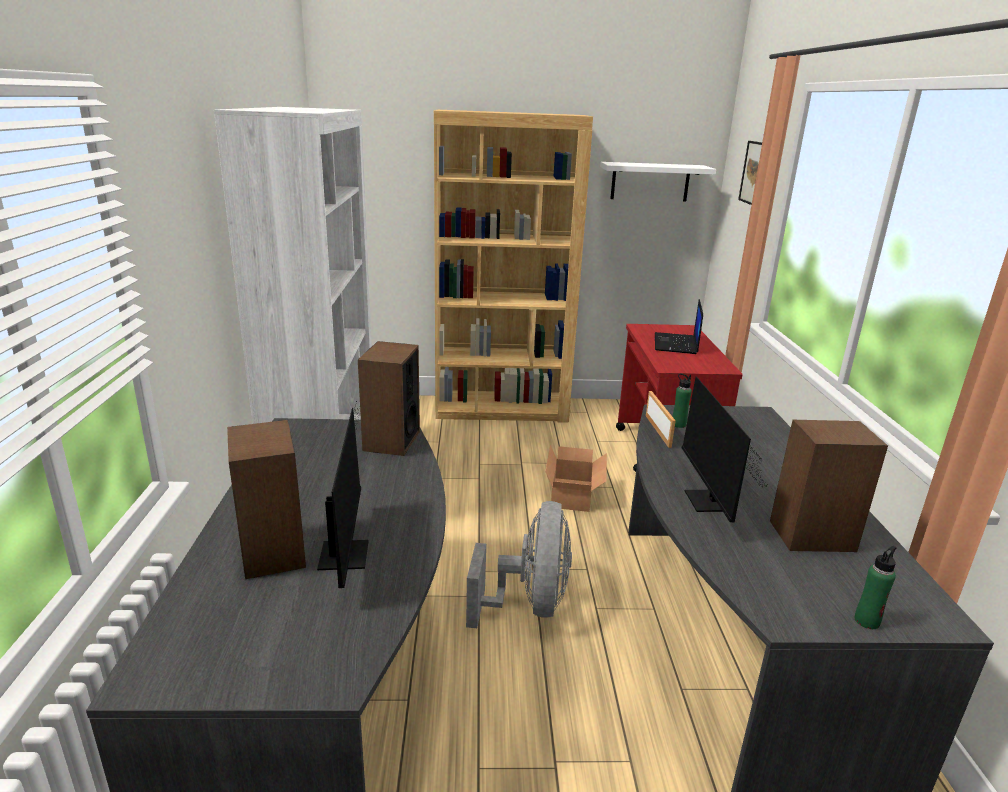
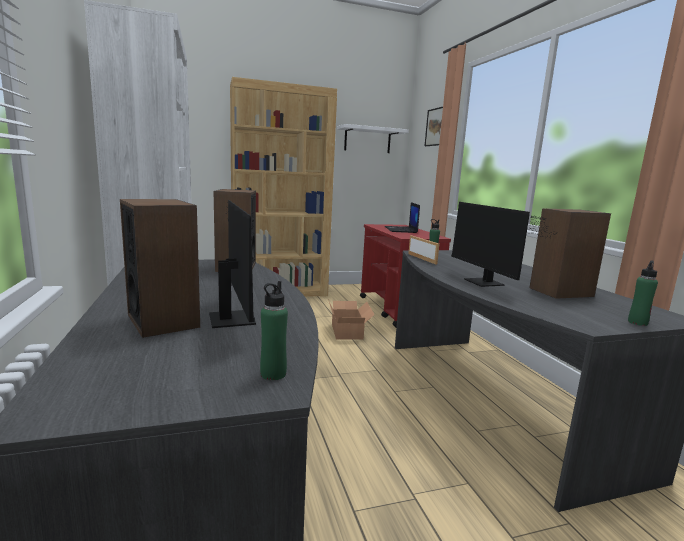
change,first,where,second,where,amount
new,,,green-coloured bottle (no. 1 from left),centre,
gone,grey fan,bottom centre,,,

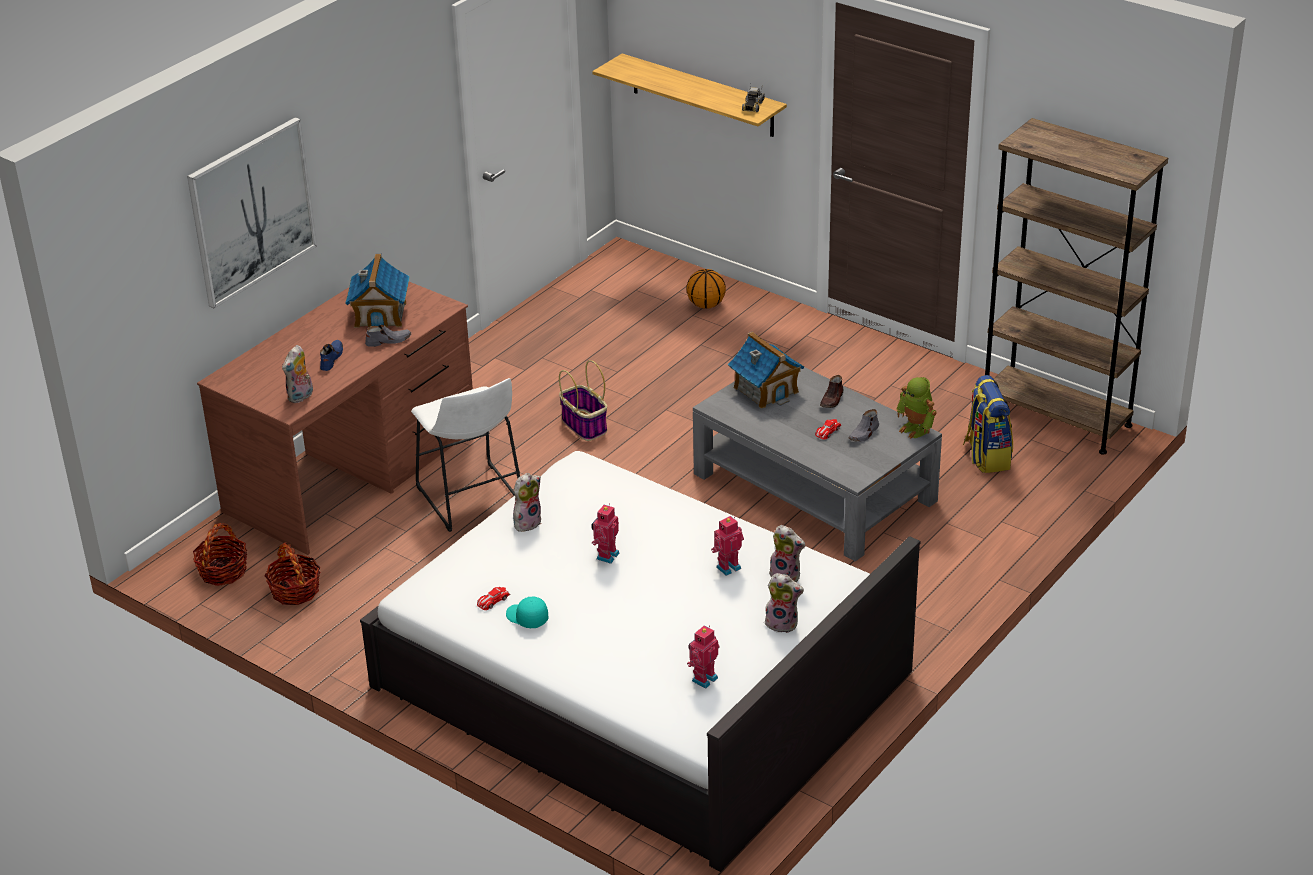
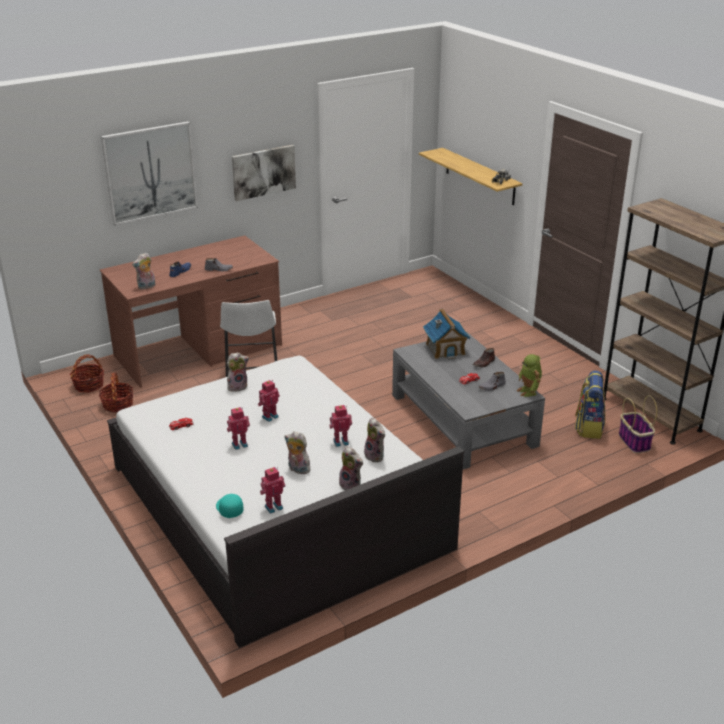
change,first,where,second,where,amount
shifted,blue-green cap,bottom centre,,bottom left,
new,,,model robot (no. 1 from left),middle left,
new,,,picture (no. 2 from left),top centre,
new,,,cuddly toy (no. 3 from left),centre,
shifted,storage basket (no. 3 from left),centre,,middle right,
gone,miniature house (no. 1 from left),top left,,,
gone,basketball ball,top centre,,,

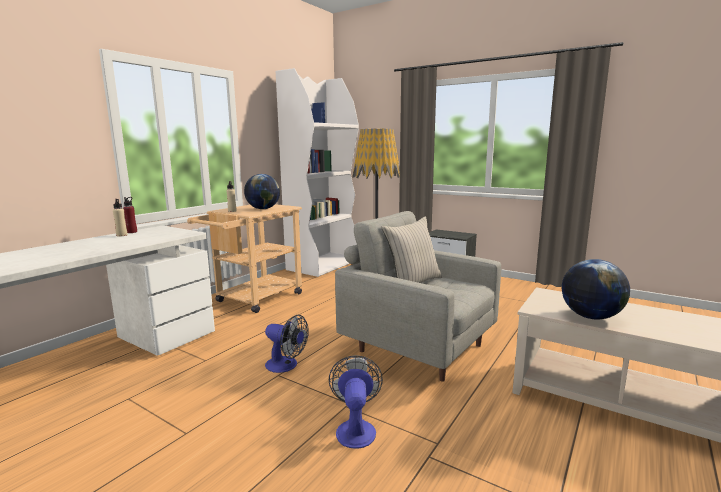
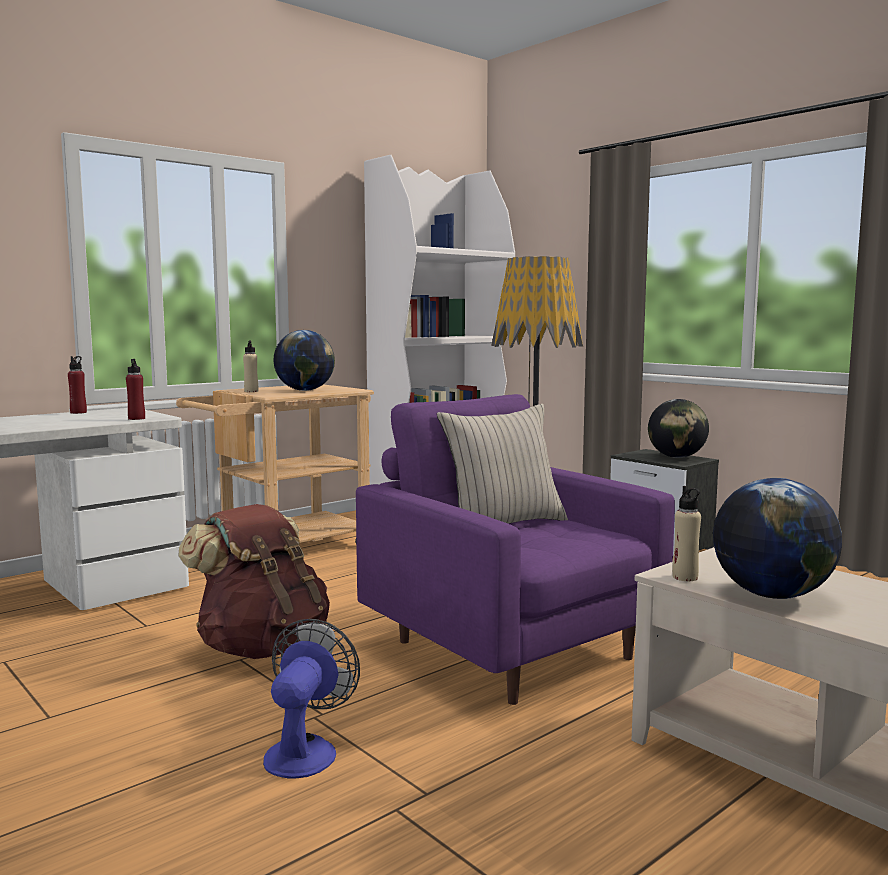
change,first,where,second,where,amount
new,,,red-coloured bottle (no. 2 from left),middle left,
swapped,fan (no. 1 from left),bottom centre,brown rucksack,middle left,
repainted,grey lounge chair,centre,purple-coloured lounge chair,centre,
new,,,desk globe (no. 2 from left),middle right,
shifted,beige-coloured bottle (no. 1 from left in the first image),middle left,beige-coloured bottle (no. 2 from left),middle right,

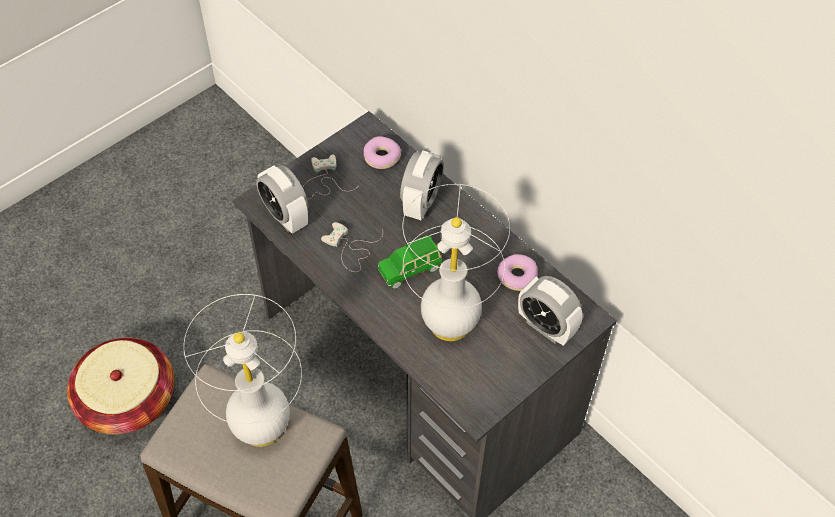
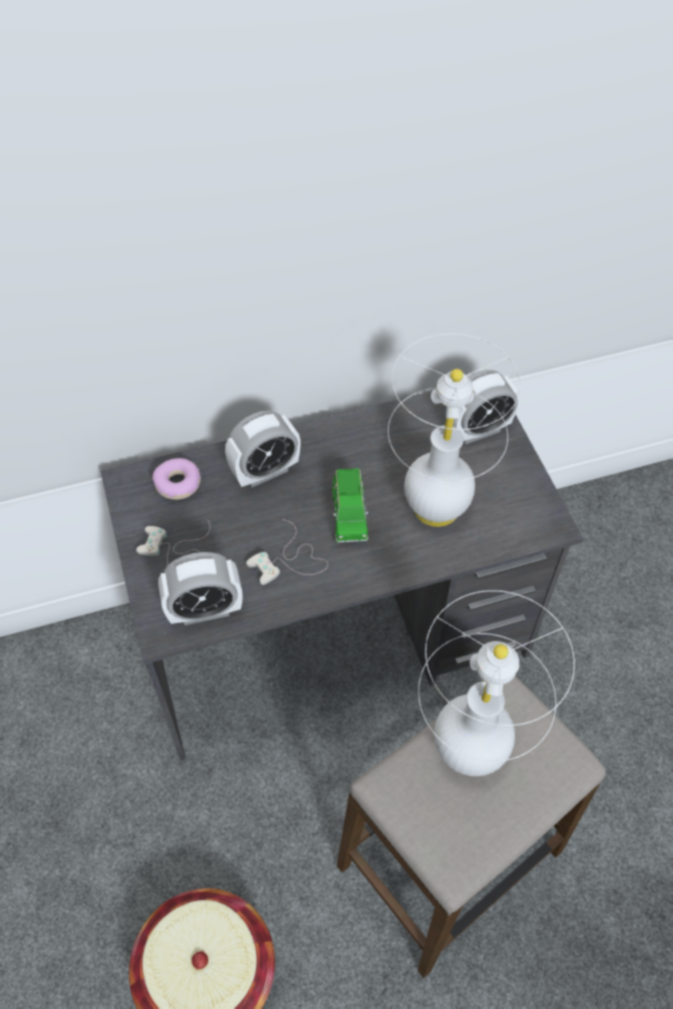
change,first,where,second,where,amount
rotated,alarm clock (no. 2 from left),centre,,centre,105 degrees clockwise
gone,doughnut (no. 2 from left),centre,,,

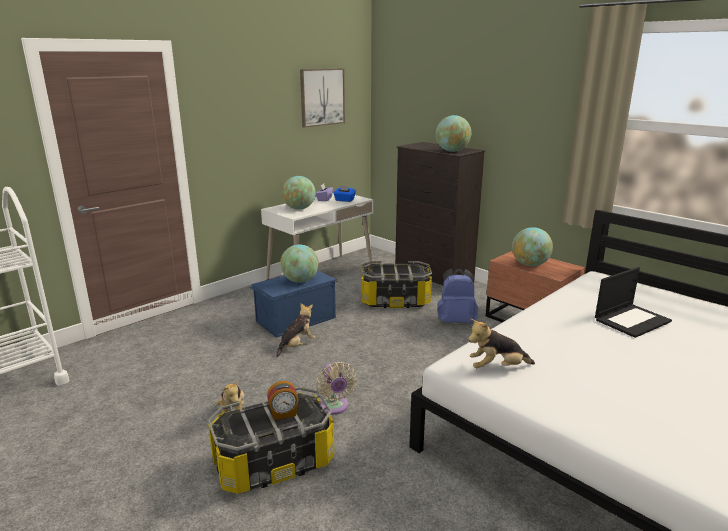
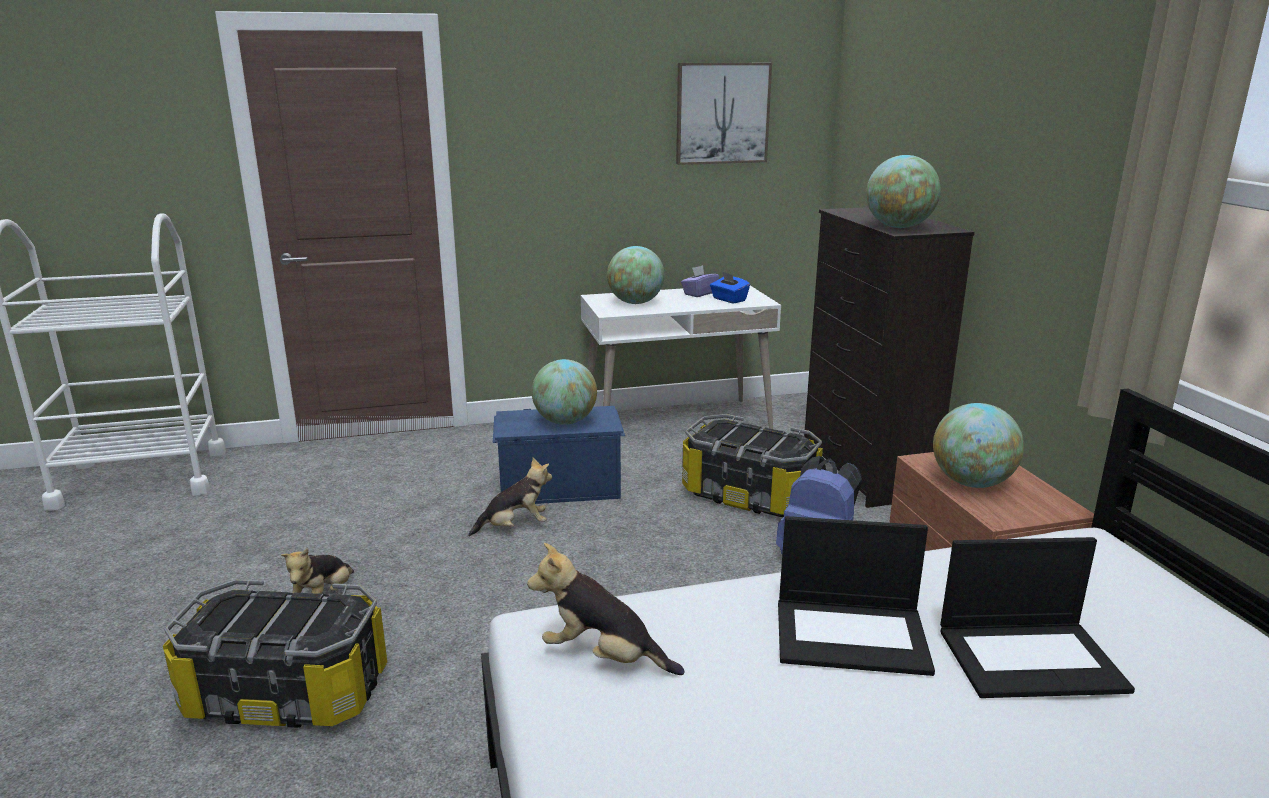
change,first,where,second,where,amount
new,,,portable computer (no. 1 from left),bottom right,
gone,alarm clock,bottom centre,,,
gone,beige-coloured fan,bottom centre,,,

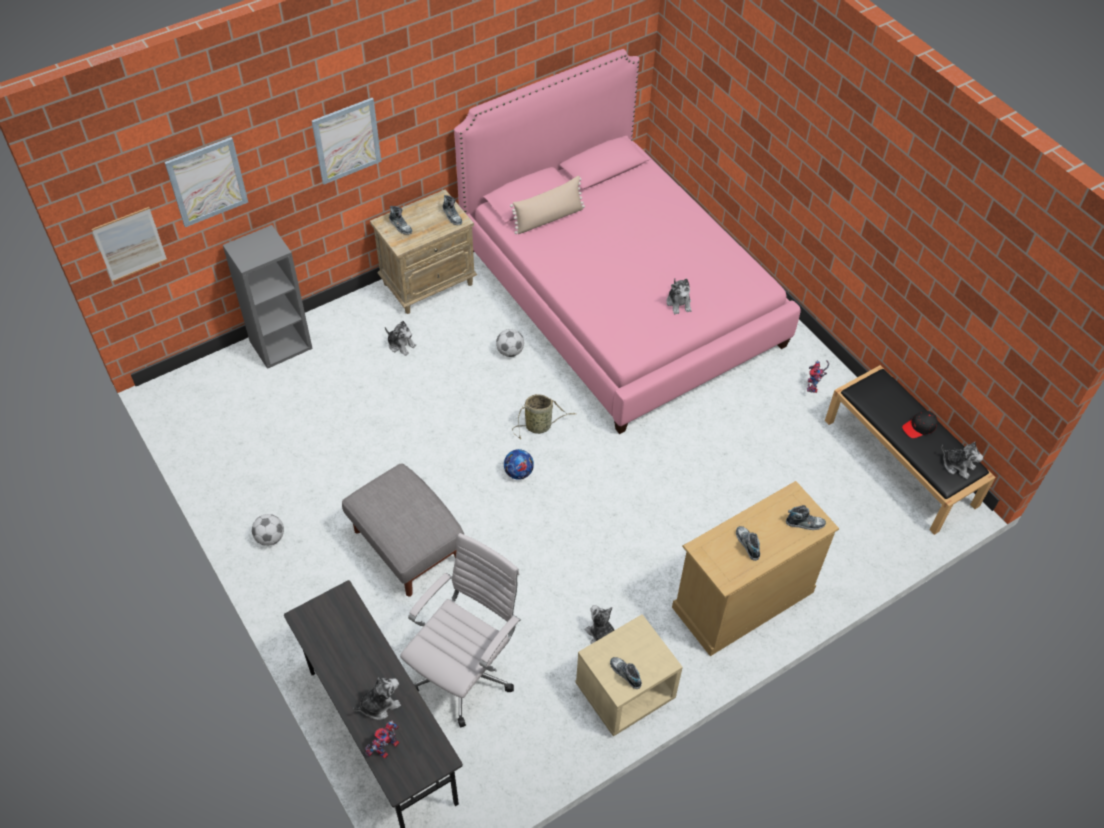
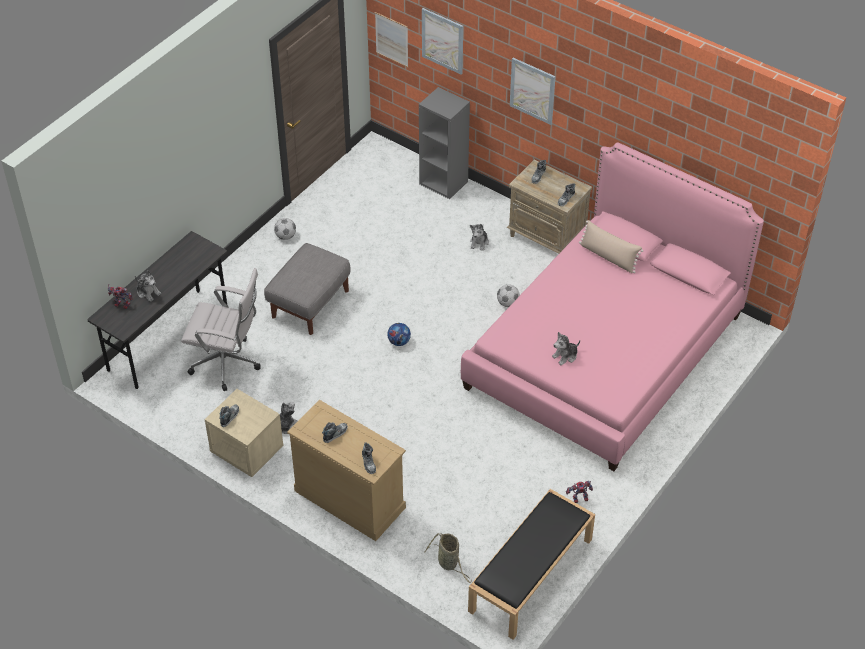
change,first,where,second,where,amount
shifted,storage basket,centre,,bottom centre,
gone,black cap,middle right,,,
gone,cuddly toy (no. 5 from left),middle right,,,

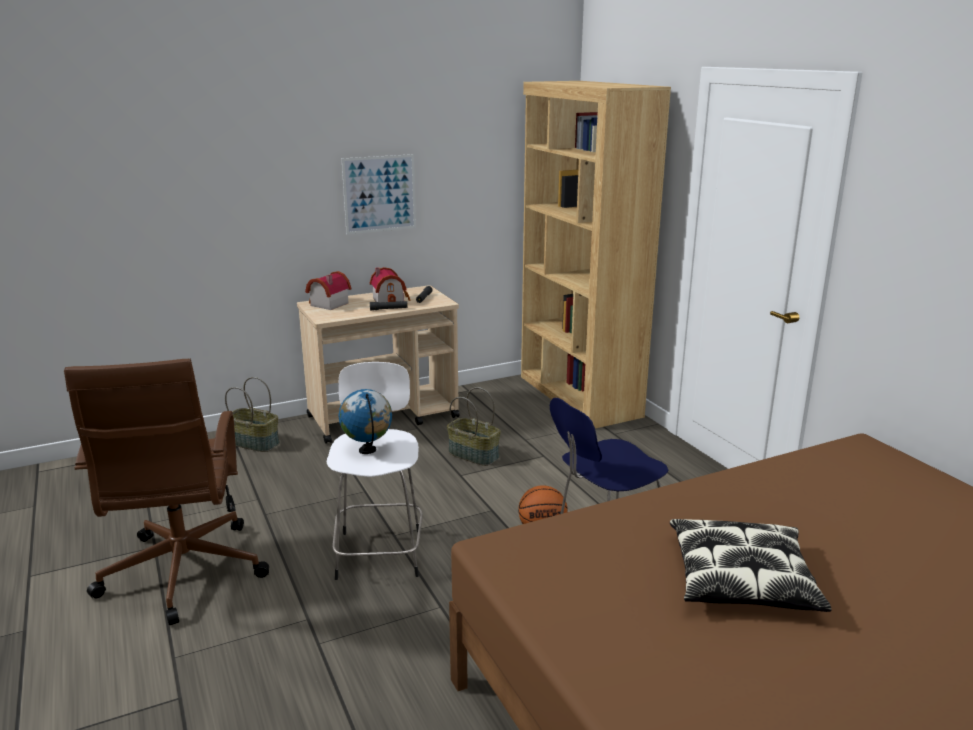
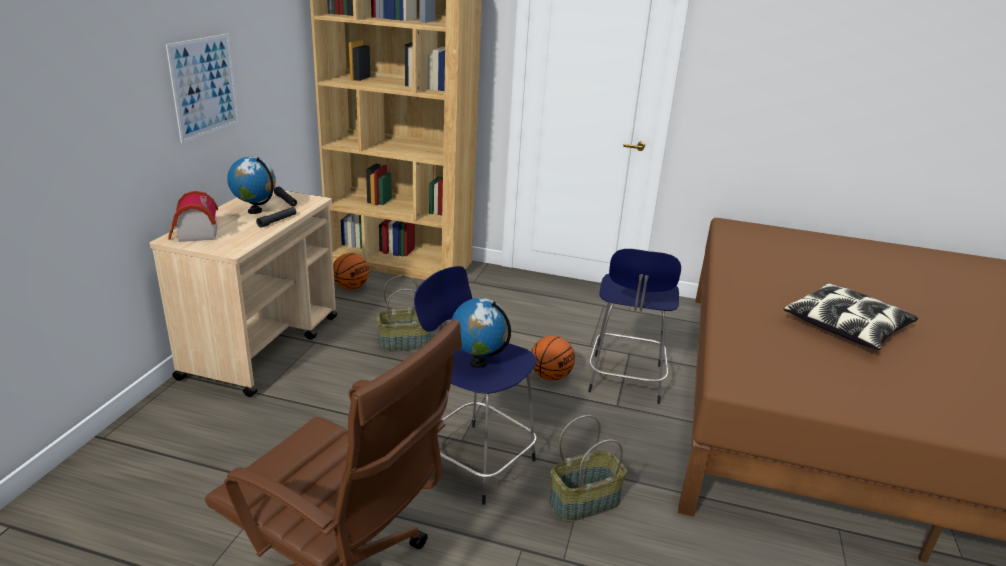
change,first,where,second,where,amount
swapped,miniature house (no. 2 from left),centre,desk globe (no. 1 from left),top left,
new,,,basketball ball (no. 1 from left),centre,
repainted,white stool seat,centre,blue stool seat (no. 1 from left),bottom centre,
shifted,storage basket (no. 1 from left in the first image),middle left,storage basket (no. 2 from left),bottom centre,

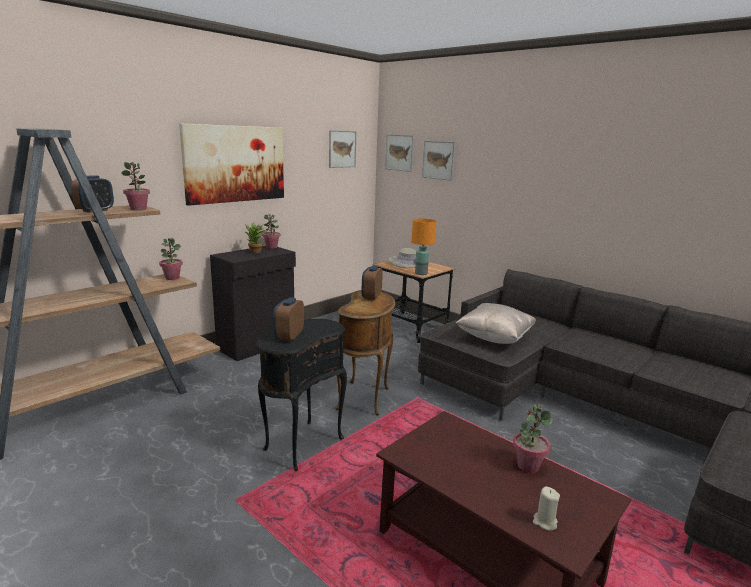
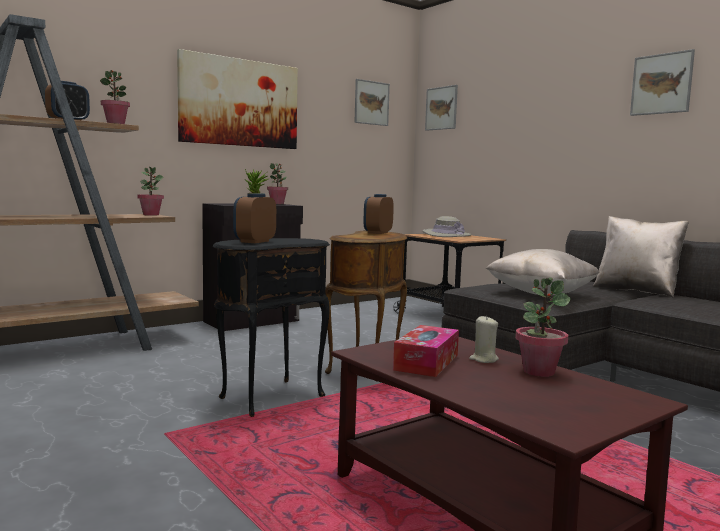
change,first,where,second,where,amount
new,,,tissue holder,centre,
shifted,beige-coloured wax candle,bottom right,,middle right,
new,,,beige-coloured pillow (no. 2 from left),middle right,
shifted,picture (no. 4 from left),top centre,,top right,
gone,orange tabletop lamp,centre,,,

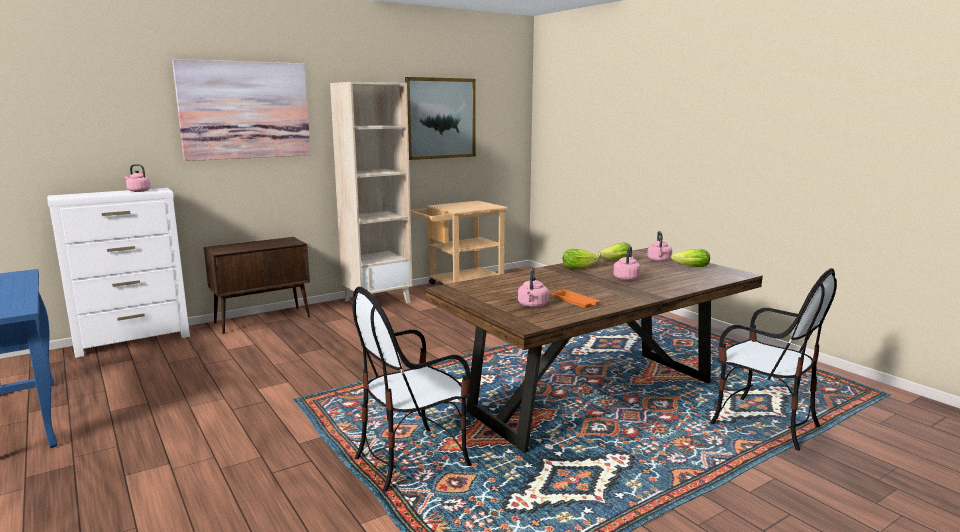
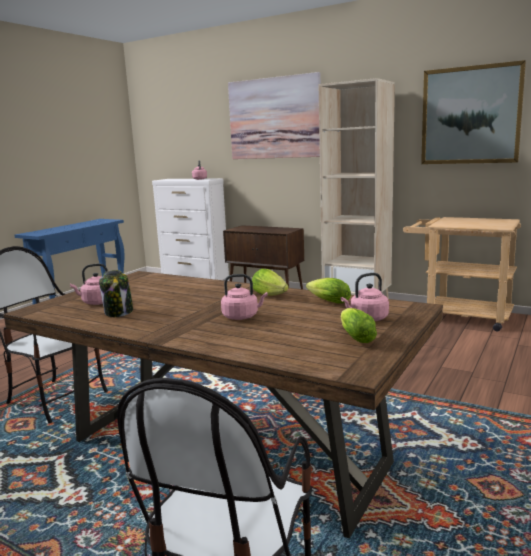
change,first,where,second,where,amount
swapped,orange carrying tray,centre,preserve jar,middle left,

